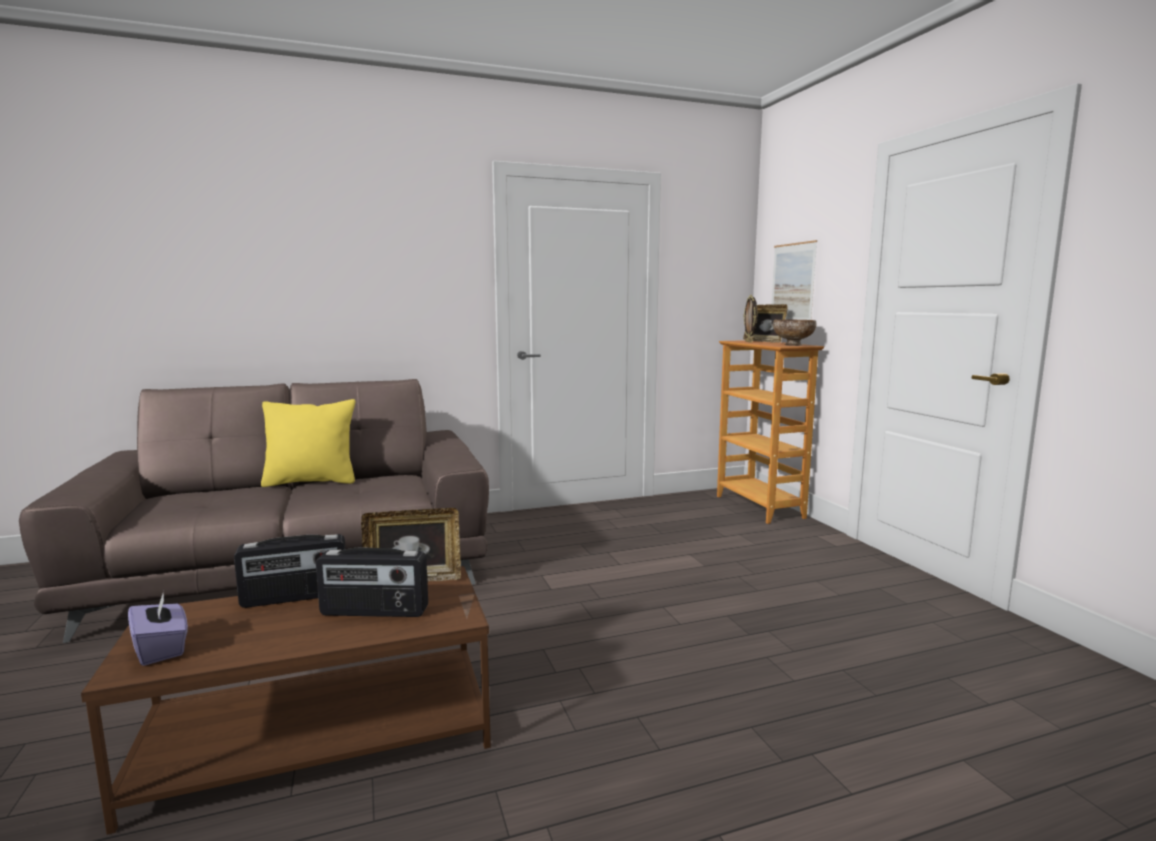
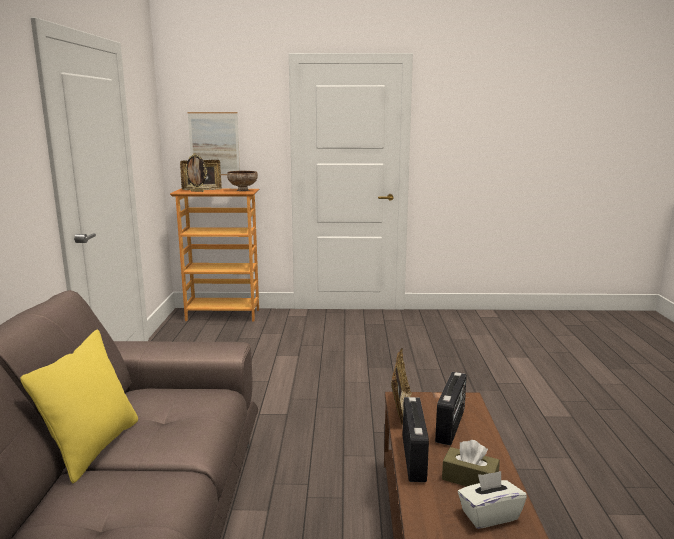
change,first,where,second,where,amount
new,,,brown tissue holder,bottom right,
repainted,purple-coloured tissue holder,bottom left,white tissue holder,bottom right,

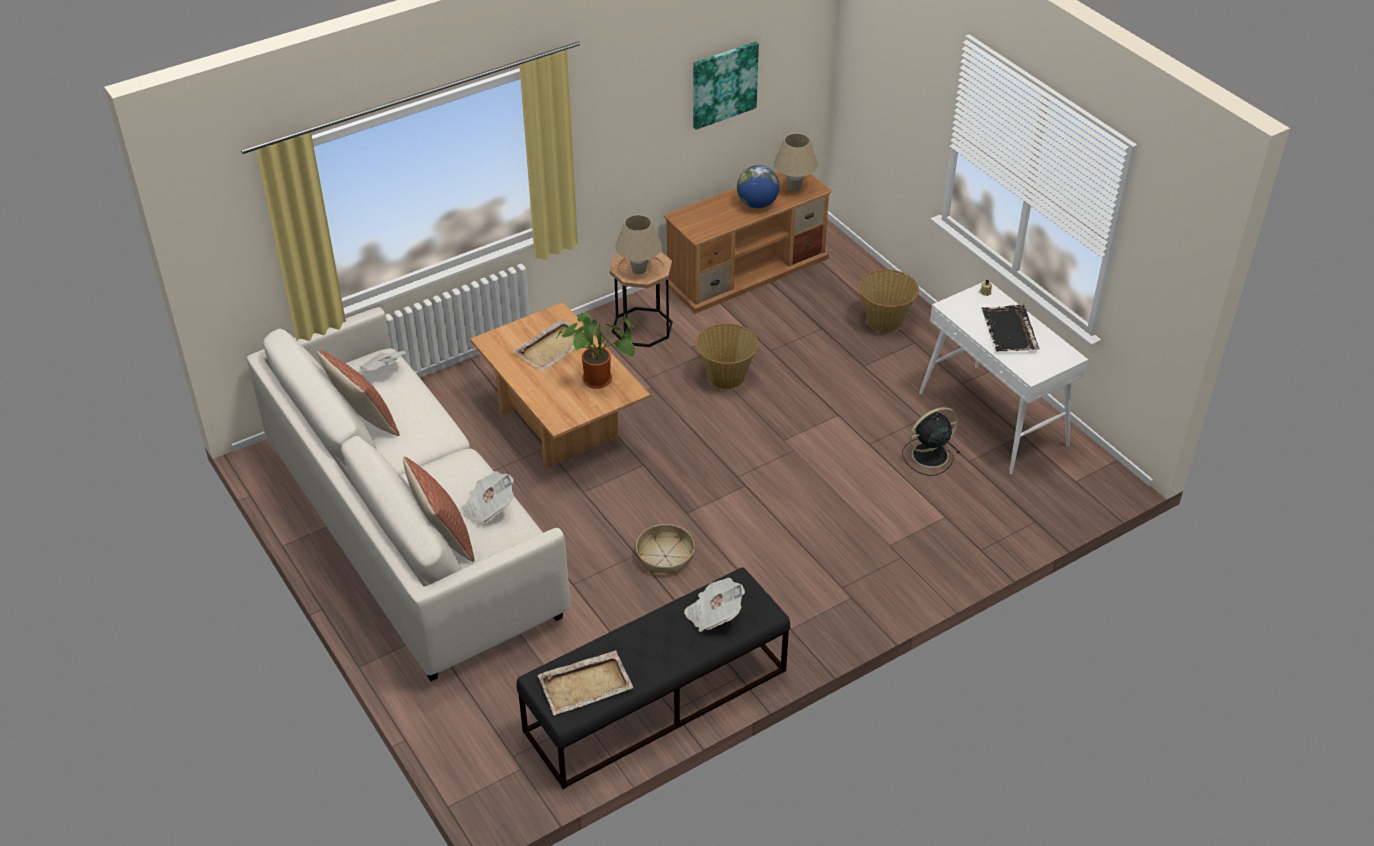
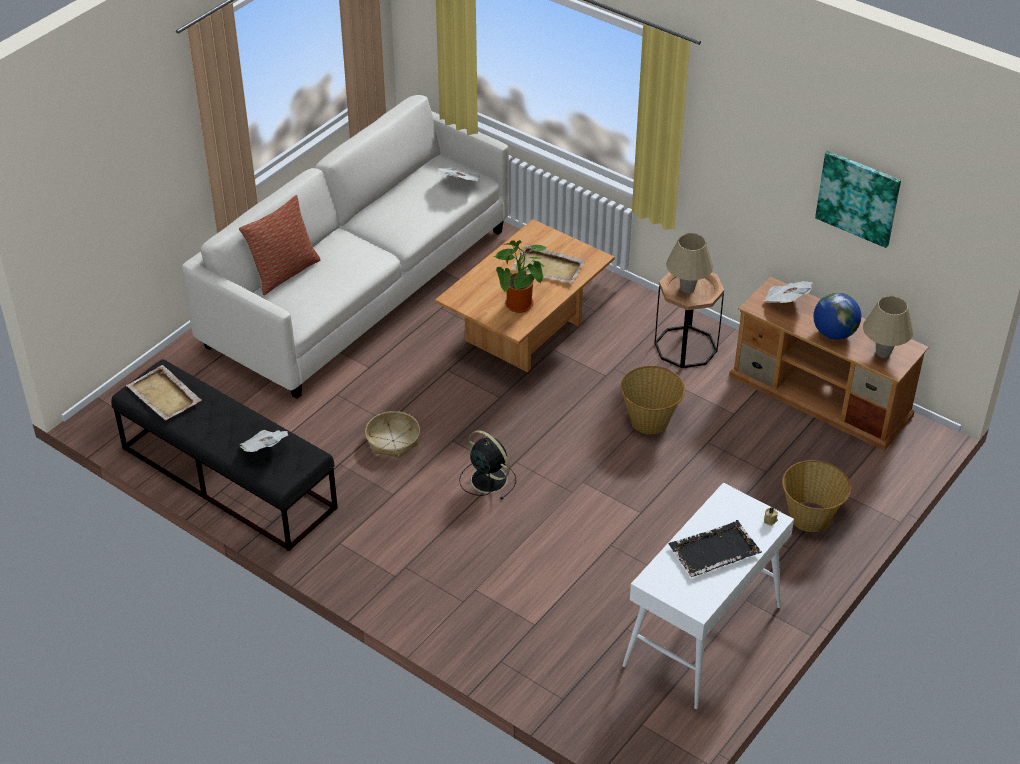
change,first,where,second,where,amount
shifted,black fan,middle right,,centre,
shifted,newspaper (no. 2 from left in the first image),centre,newspaper (no. 3 from left),middle right,
gone,pillow (no. 1 from left),middle left,,,

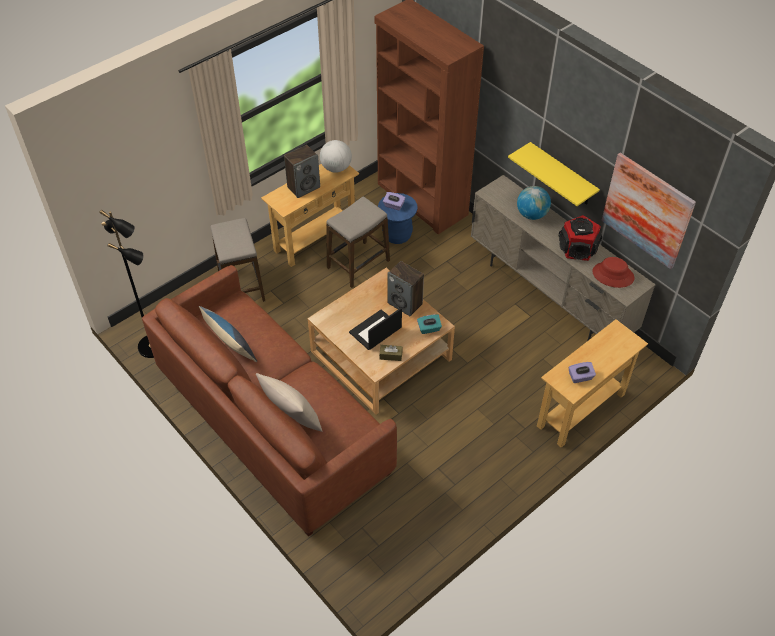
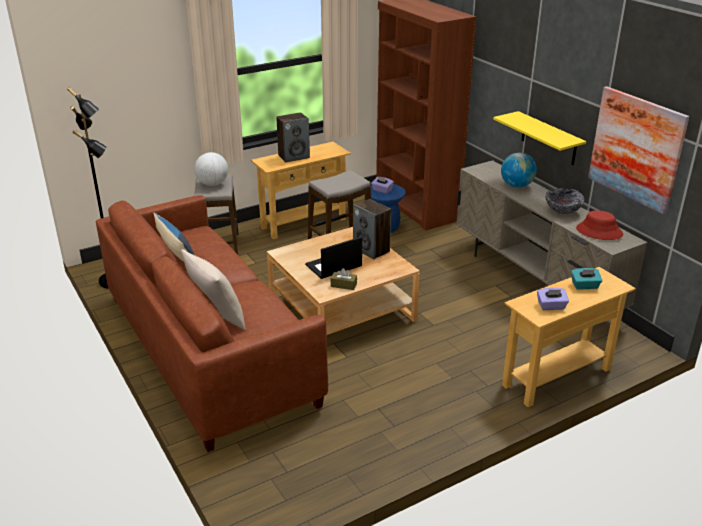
change,first,where,second,where,amount
shifted,desk globe (no. 1 from left),top centre,,top left,
swapped,loudspeaker (no. 3 from left),middle right,deep dish,middle right,
shifted,blue-green tissue holder,centre,,middle right,

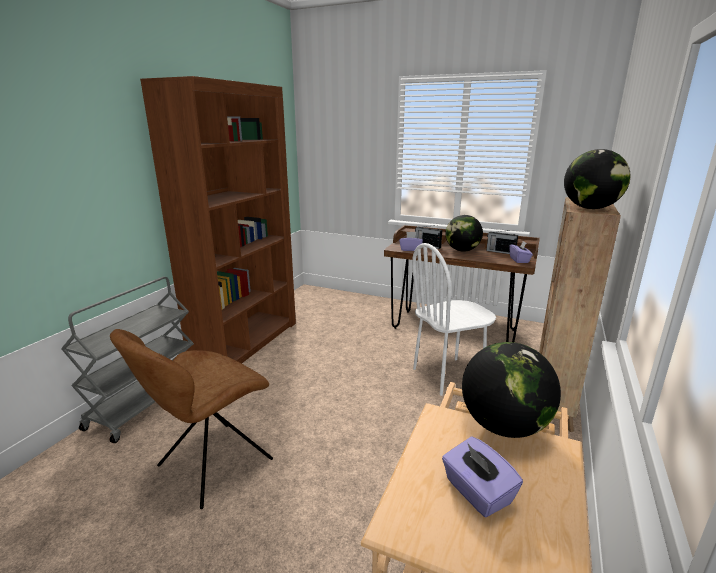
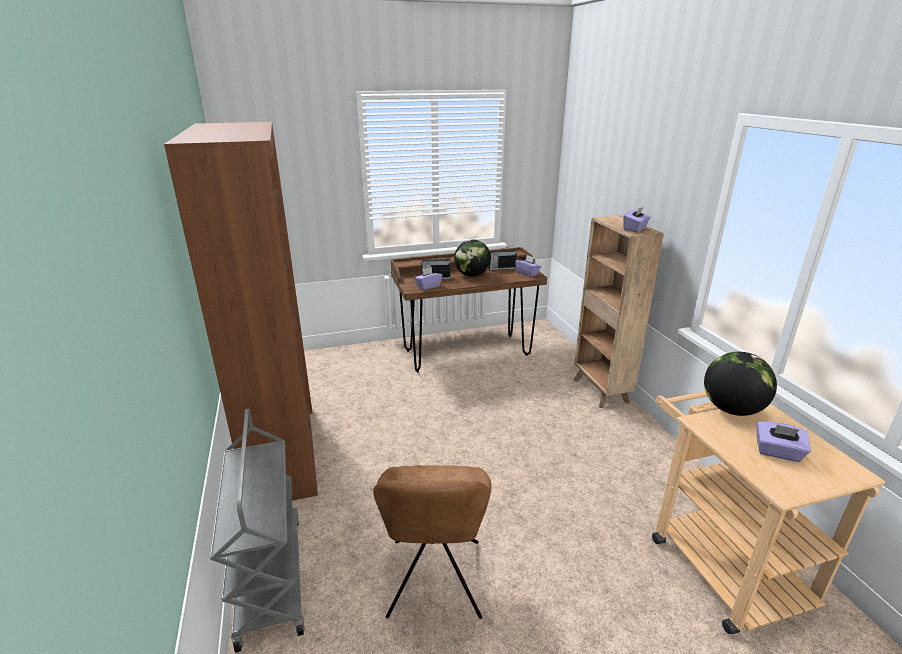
change,first,where,second,where,amount
swapped,desk globe (no. 3 from left),top right,purple-coloured tissue holder (no. 3 from left),middle right,
gone,white plain chair,centre,,,

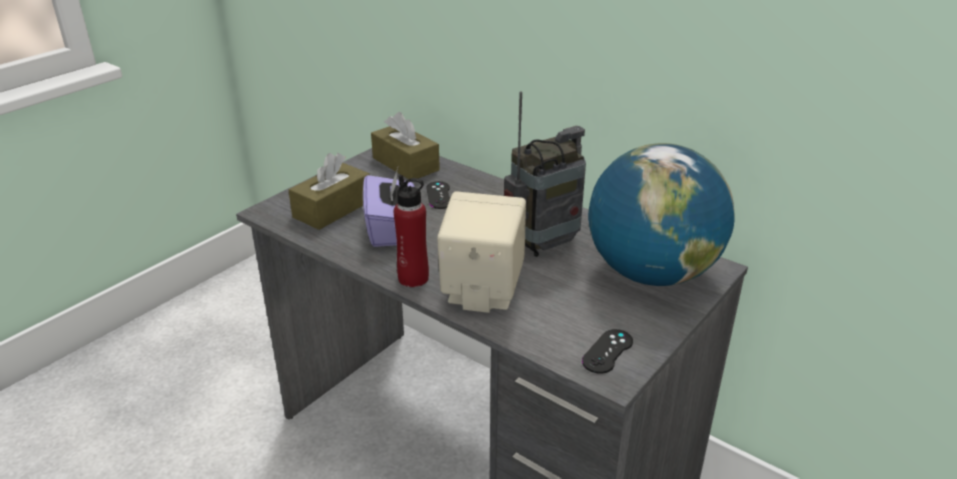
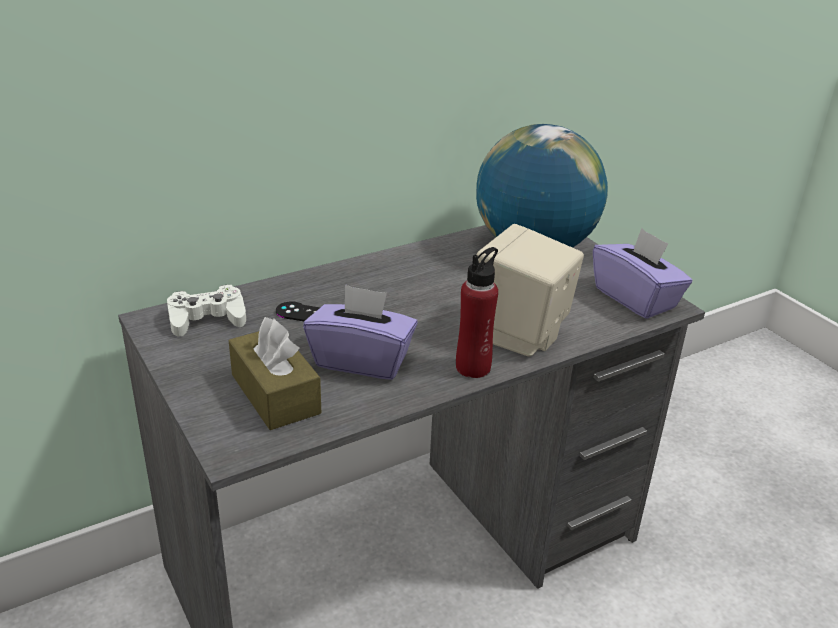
change,first,where,second,where,amount
swapped,brown tissue holder (no. 2 from left),top centre,white gamepad,middle left,
swapped,black gamepad (no. 2 from left),bottom centre,purple-coloured tissue holder (no. 2 from left),middle right,
gone,radio,centre,,,

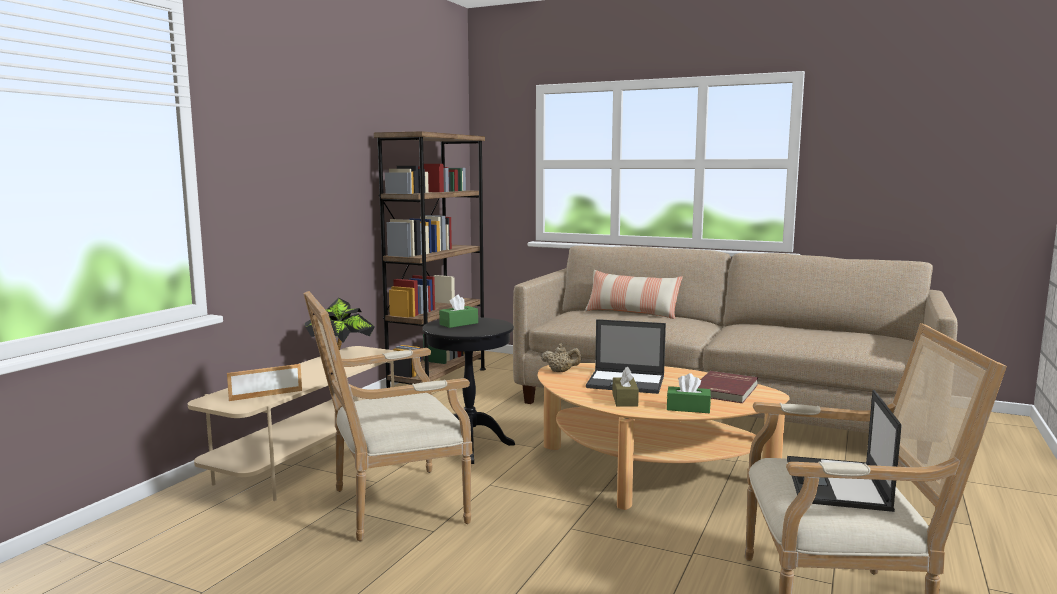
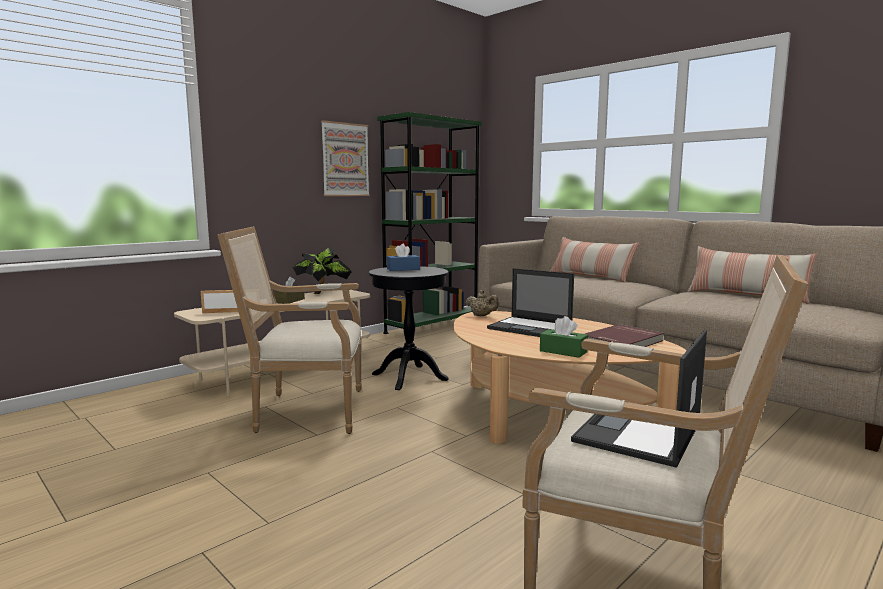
change,first,where,second,where,amount
shifted,brown tissue holder,centre,,middle left,
new,,,picture,top centre,
repainted,brown bookcase,centre,green-coloured bookcase,centre,
repainted,green-coloured tissue holder (no. 1 from left),centre,blue tissue holder,centre,
new,,,pillow (no. 2 from left),middle right,

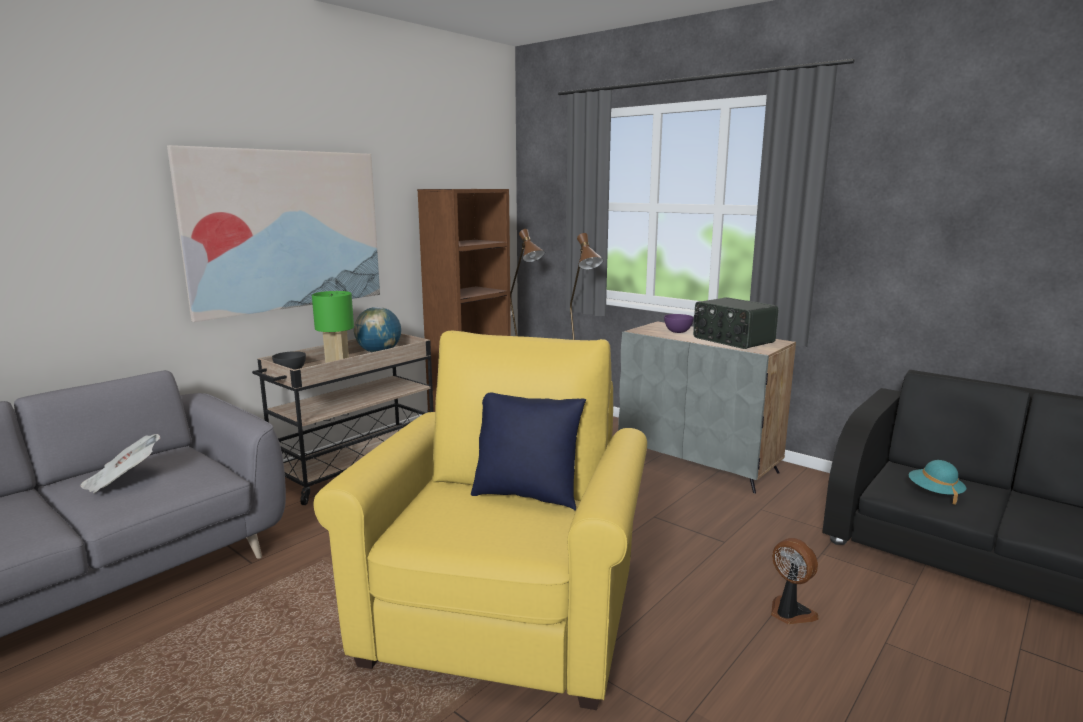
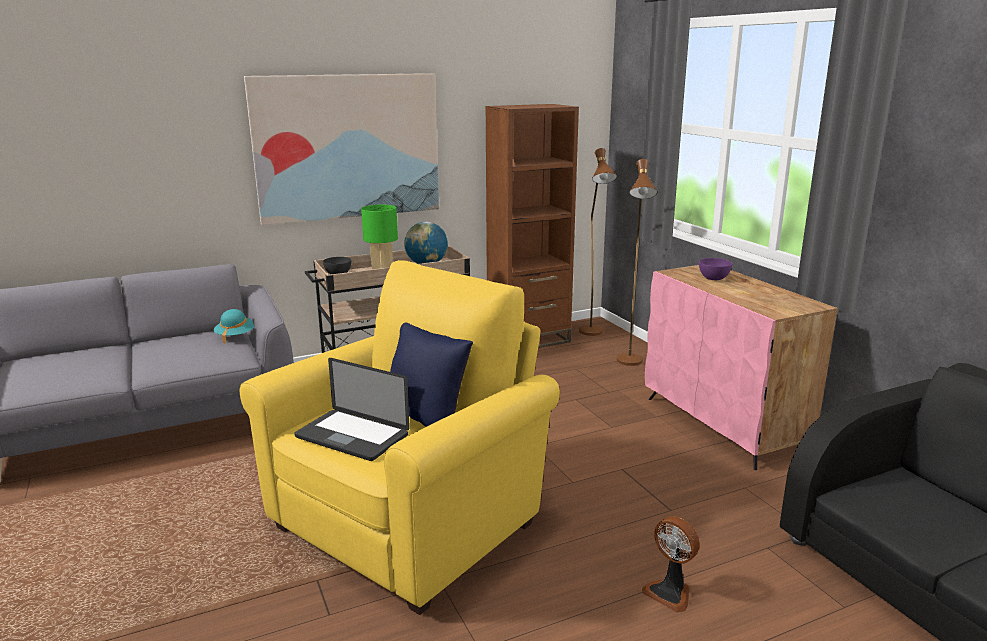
change,first,where,second,where,amount
shifted,blue-green wearable hat,bottom right,,middle left,
new,,,portable computer,centre,
rotated,fan,bottom right,,bottom right,150 degrees clockwise
repainted,grey cupboard,centre,pink cupboard,middle right,
gone,newspaper,middle left,,,
gone,radio,middle right,,,

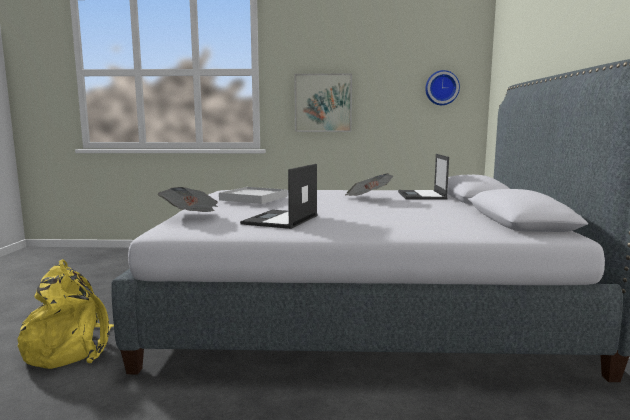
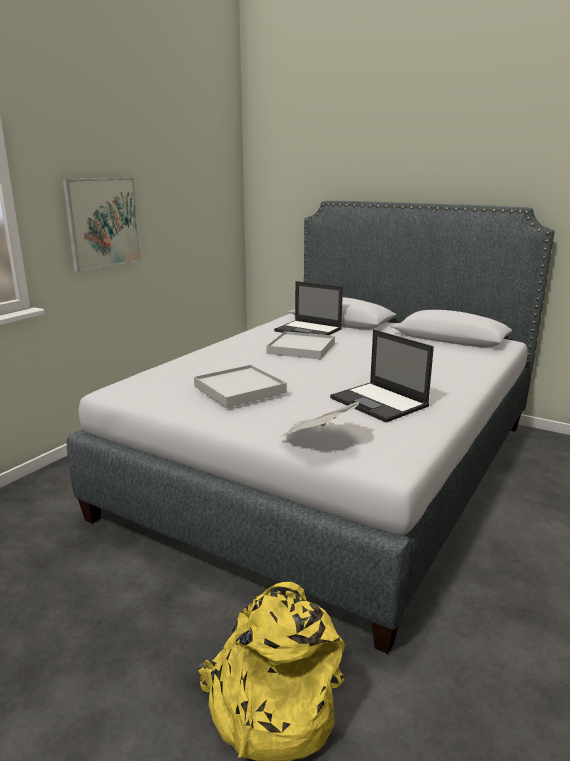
change,first,where,second,where,amount
swapped,newspaper (no. 2 from left),centre,white carrying tray (no. 2 from left),centre,
gone,hanging clock,top right,,,

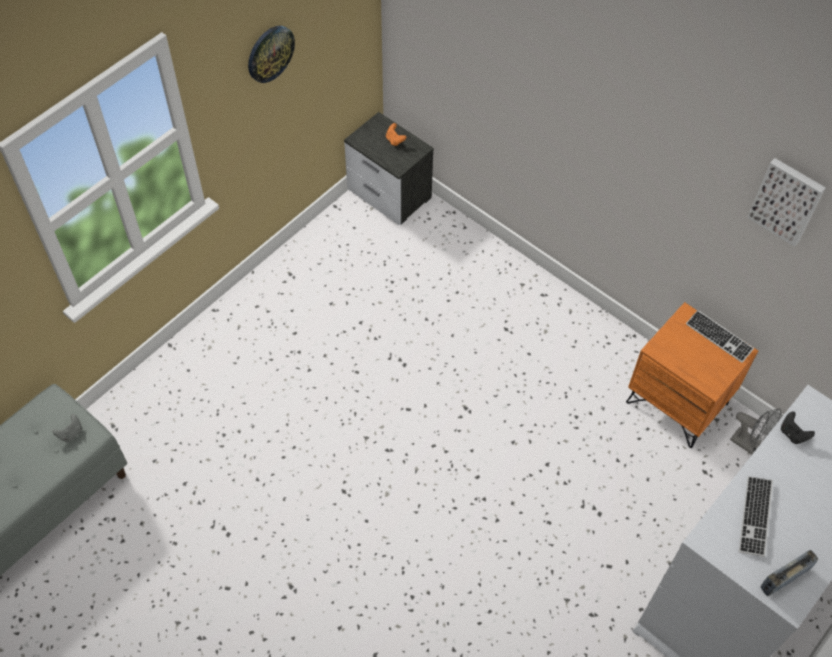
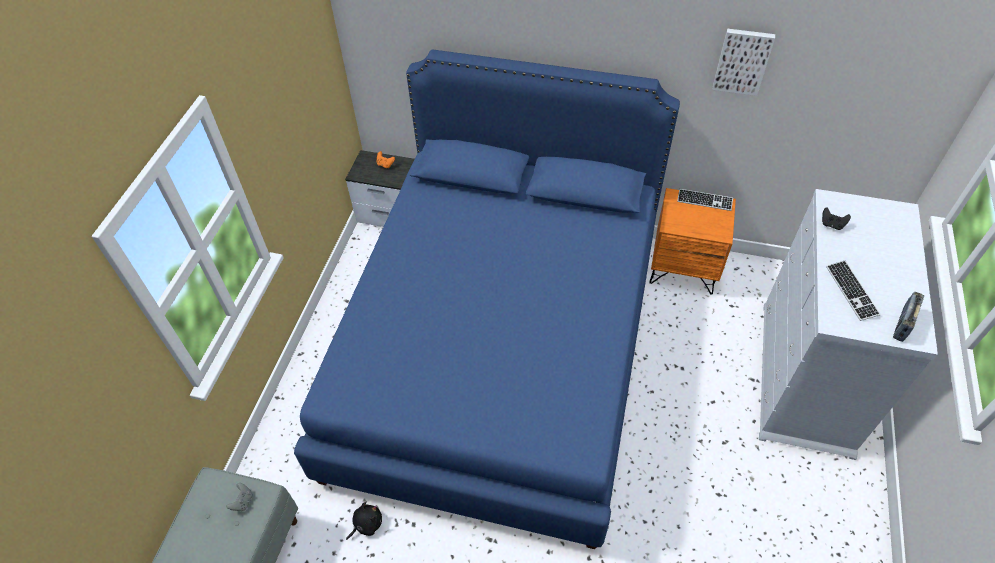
change,first,where,second,where,amount
new,,,blue bed,centre,
new,,,black cuddly toy,bottom centre,
gone,hanging clock,top left,,,
gone,grey fan,middle right,,,

